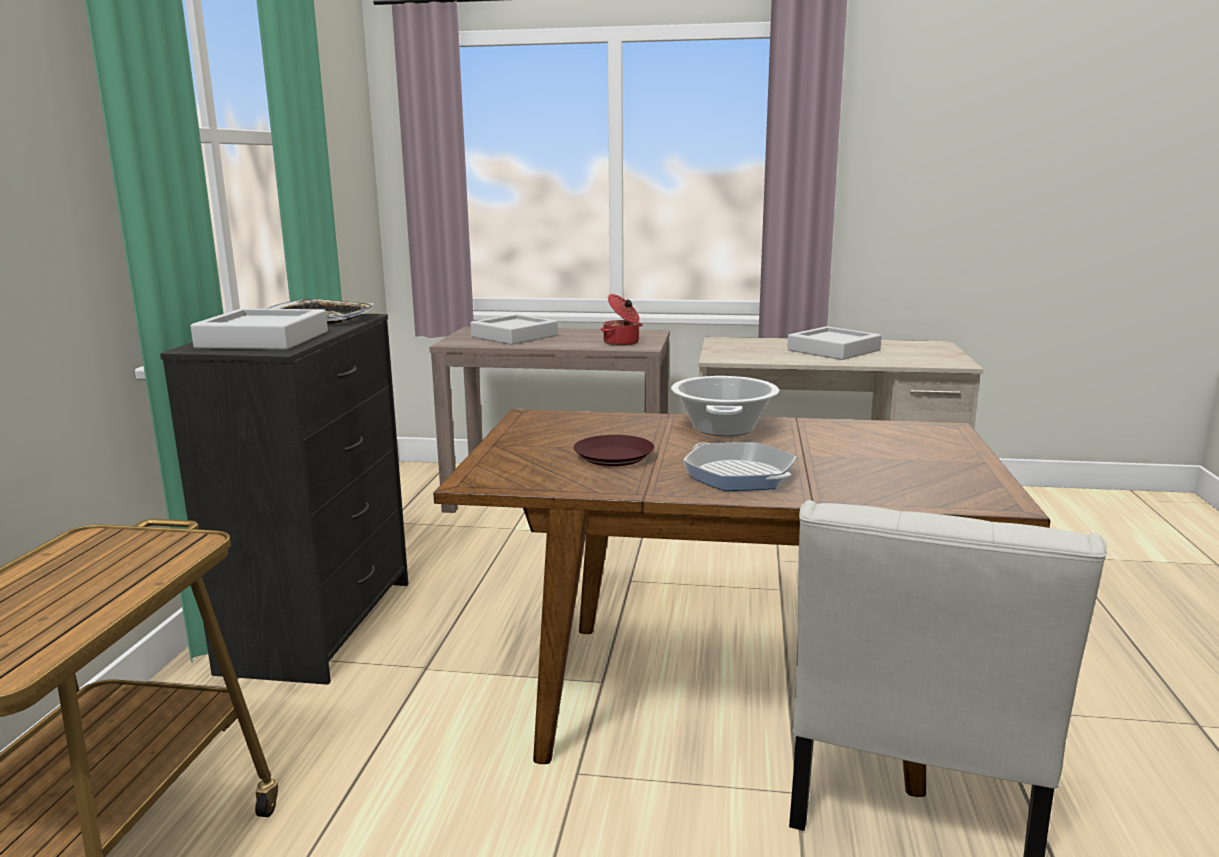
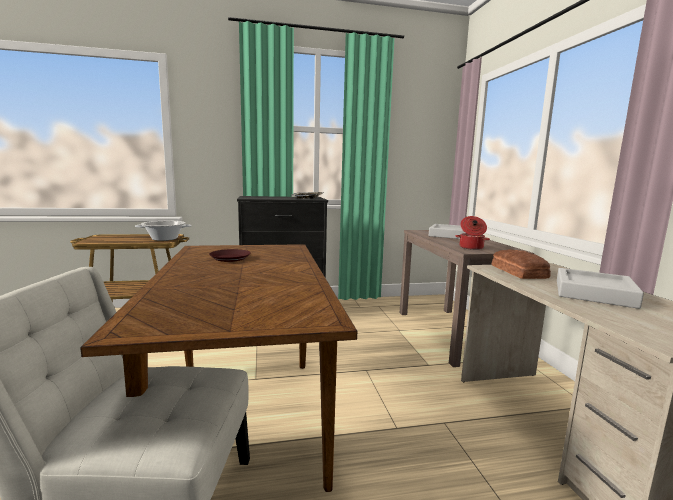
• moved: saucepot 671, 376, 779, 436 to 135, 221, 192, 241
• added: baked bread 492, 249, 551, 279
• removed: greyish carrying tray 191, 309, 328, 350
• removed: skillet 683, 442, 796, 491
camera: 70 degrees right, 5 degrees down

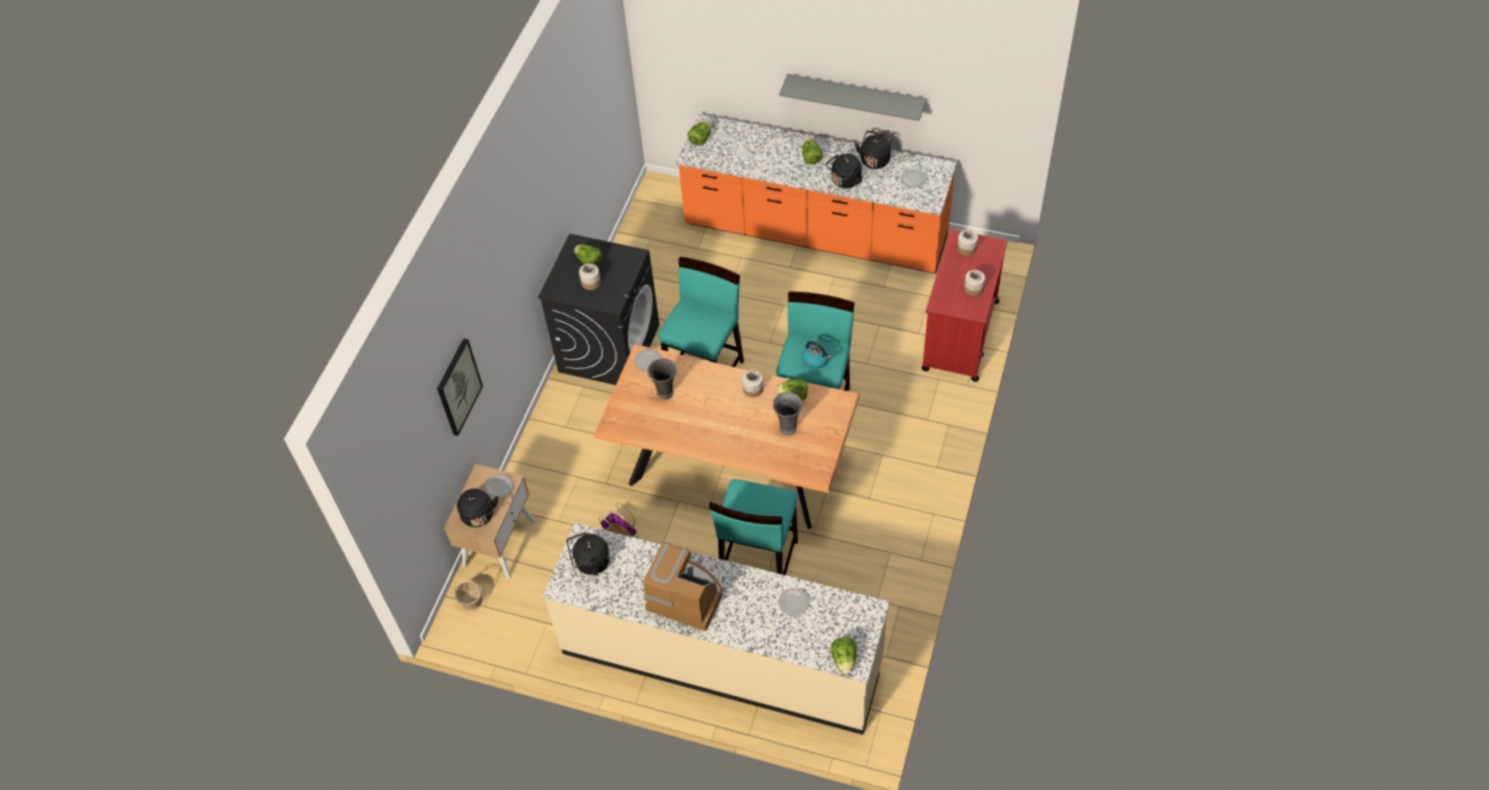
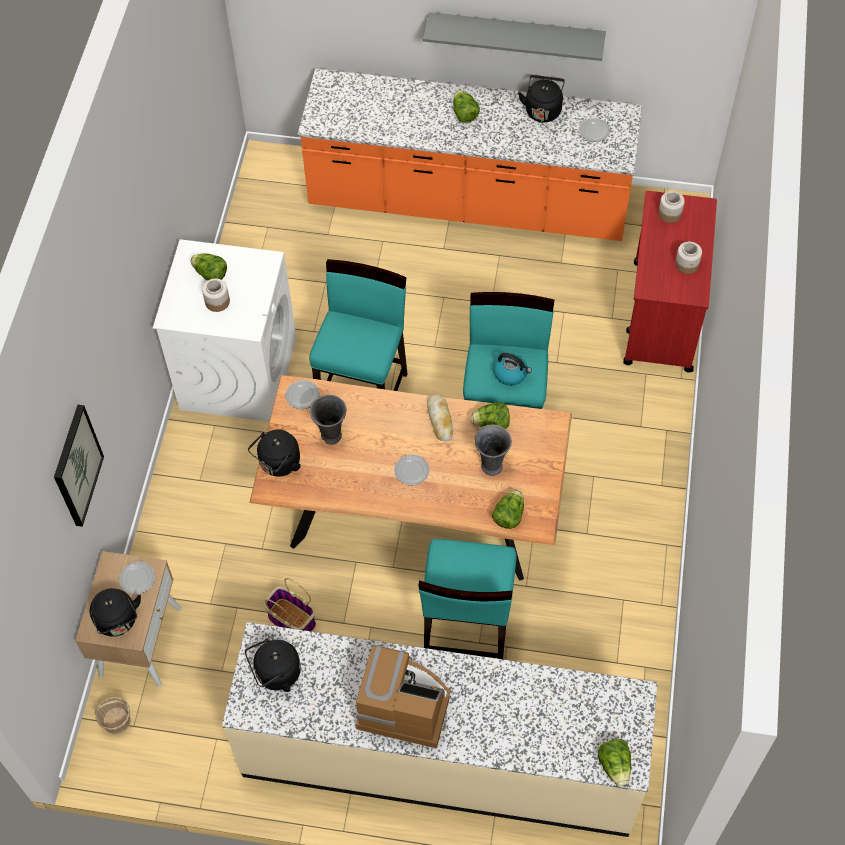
• recoloured: blackish laundry machine 538, 234, 660, 385 to whitish laundry machine 153, 239, 296, 422
• moved: blackish kettle 826, 154, 862, 188 to 248, 429, 301, 477
• moved: dinner plate 778, 588, 810, 616 to 394, 455, 430, 486
• replaced: jar 742, 370, 763, 397 to baked bread 427, 395, 453, 441
• moved: lettuce head 688, 121, 711, 146 to 492, 490, 524, 529
camera: 10 degrees left, 5 degrees up

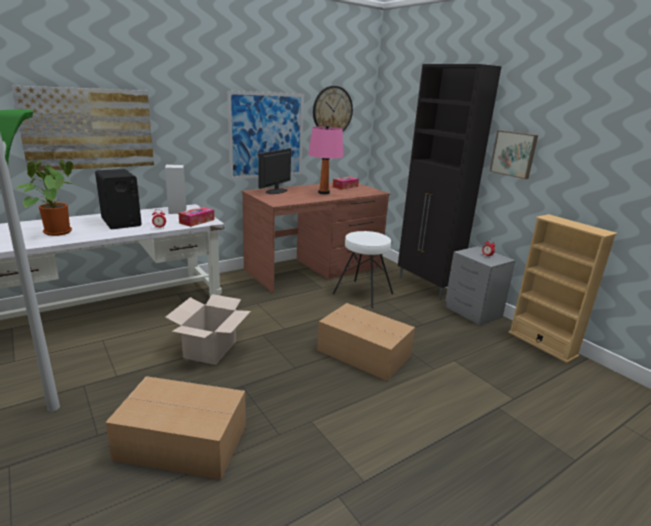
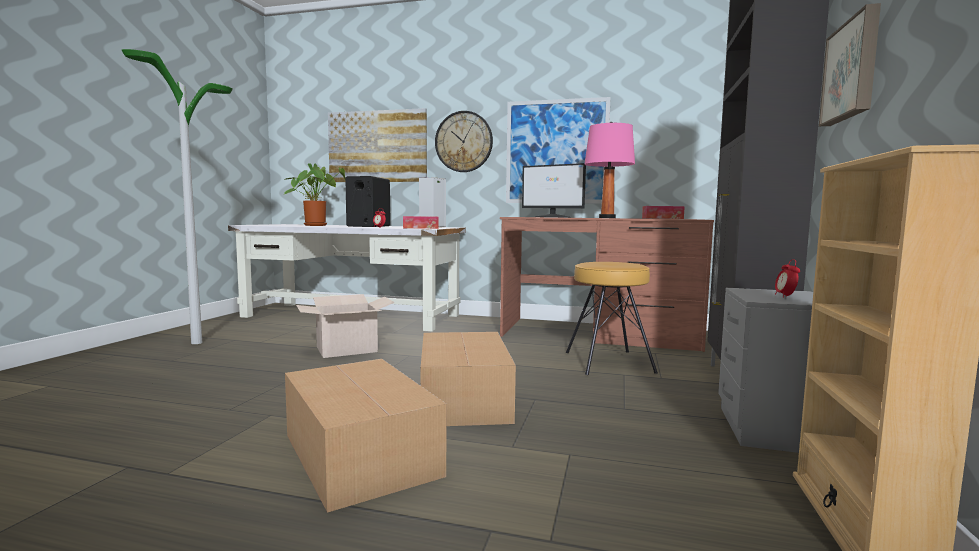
• moved: carton 105, 376, 246, 480 to 285, 359, 446, 513
• moved: wall clock 313, 86, 353, 131 to 435, 111, 493, 172
• turned: computer screen 258, 148, 291, 194 = 522, 163, 586, 218 135 degrees counterclockwise
• recoloured: whitish sitting stool 332, 231, 393, 308 to brownish sitting stool 566, 262, 658, 375
camera: 50 degrees right, 15 degrees down

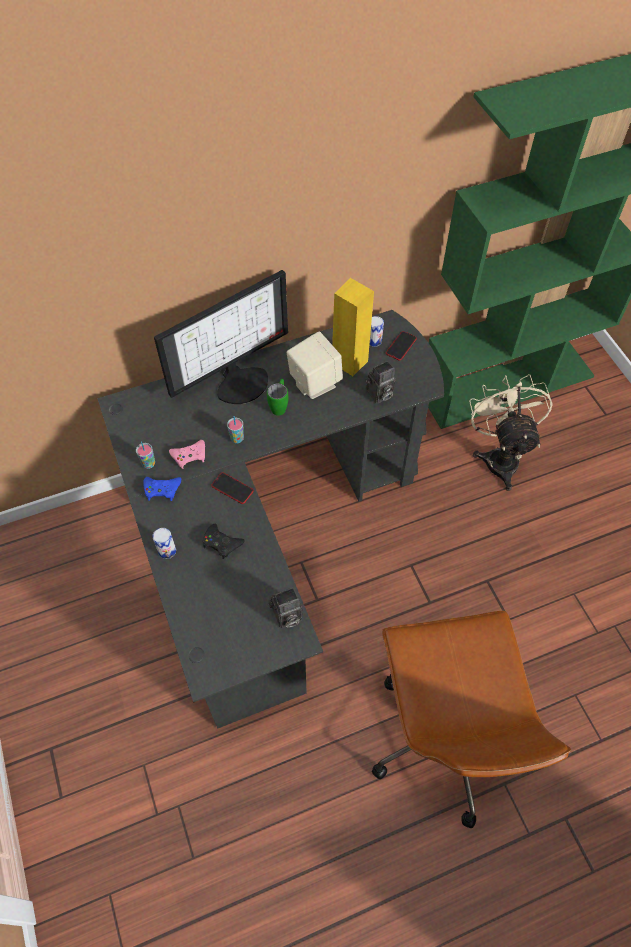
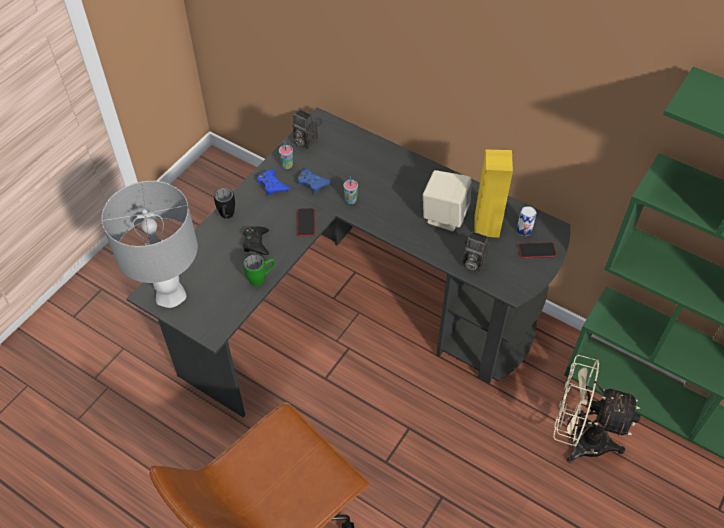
• added: greyish lamp for a table 101, 181, 198, 308
• replaced: sealed can 152, 528, 176, 559 to blackish tea mug 214, 188, 235, 219
• moved: greenish tea mug 267, 379, 288, 416 to 243, 255, 275, 286
• moved: photo camera 268, 588, 303, 628 to 293, 109, 318, 150
• recoloured: pink game controller 169, 440, 205, 469 to blue game controller 298, 169, 332, 194
• turned: beige fan 469, 374, 553, 491 = 553, 355, 641, 464 120 degrees counterclockwise
• removed: computer screen 154, 270, 288, 404
camera: 55 degrees right, 5 degrees down

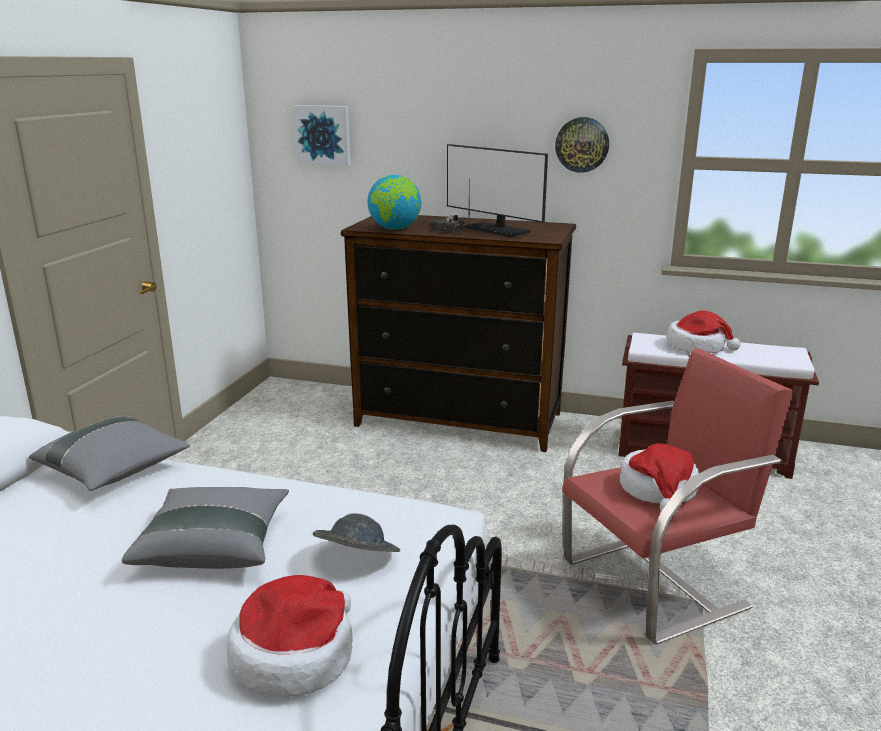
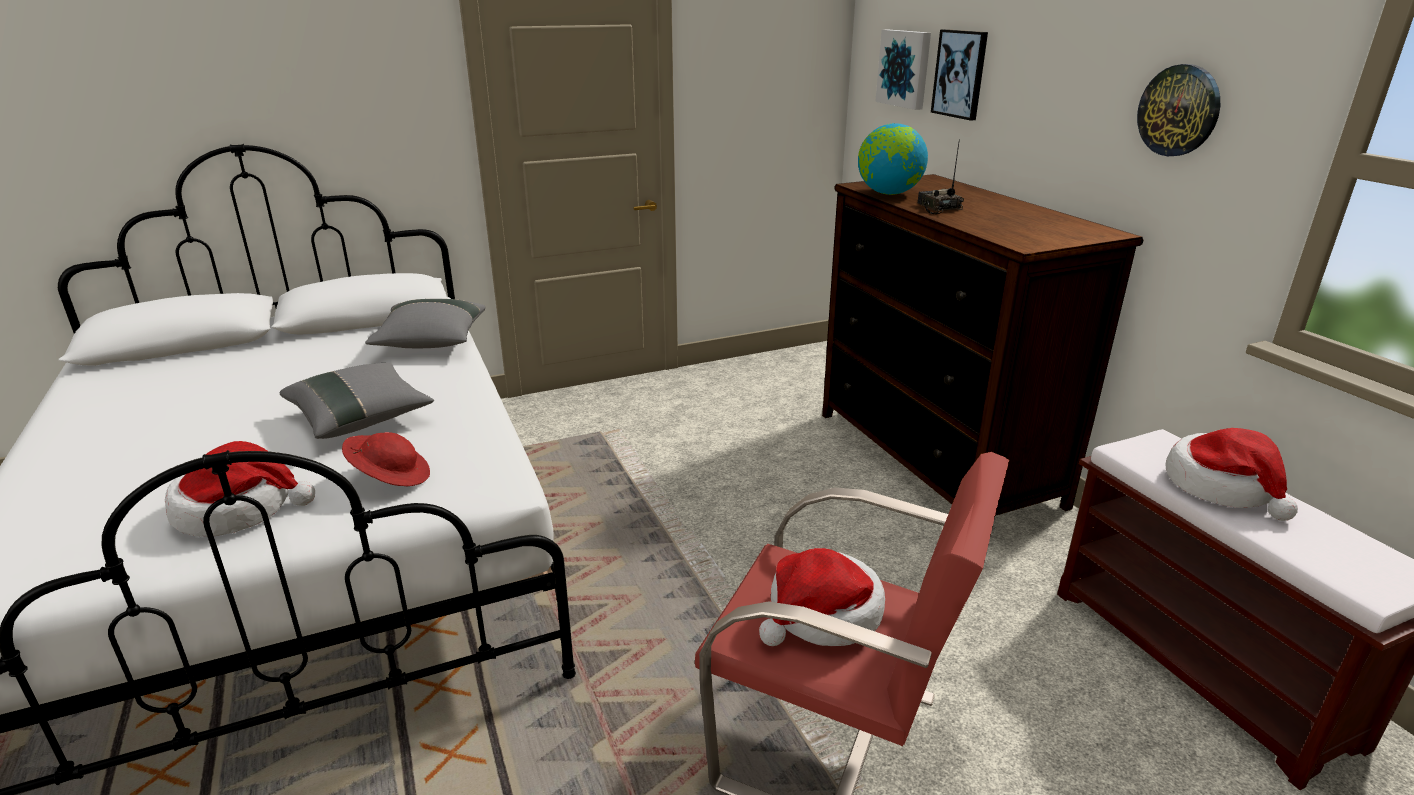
• recoloured: greyish clothing hat 313, 513, 400, 552 to red clothing hat 342, 432, 430, 486
• added: picture 931, 29, 988, 121
• removed: computer screen 447, 144, 548, 237
camera: 50 degrees right, 5 degrees up

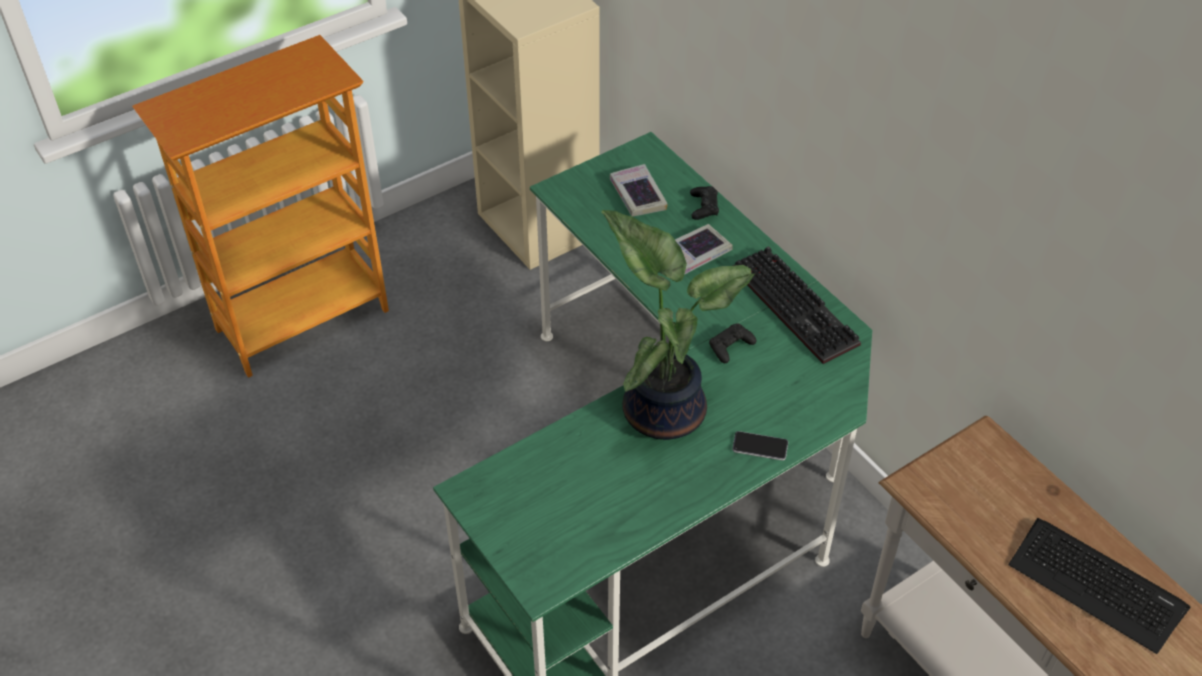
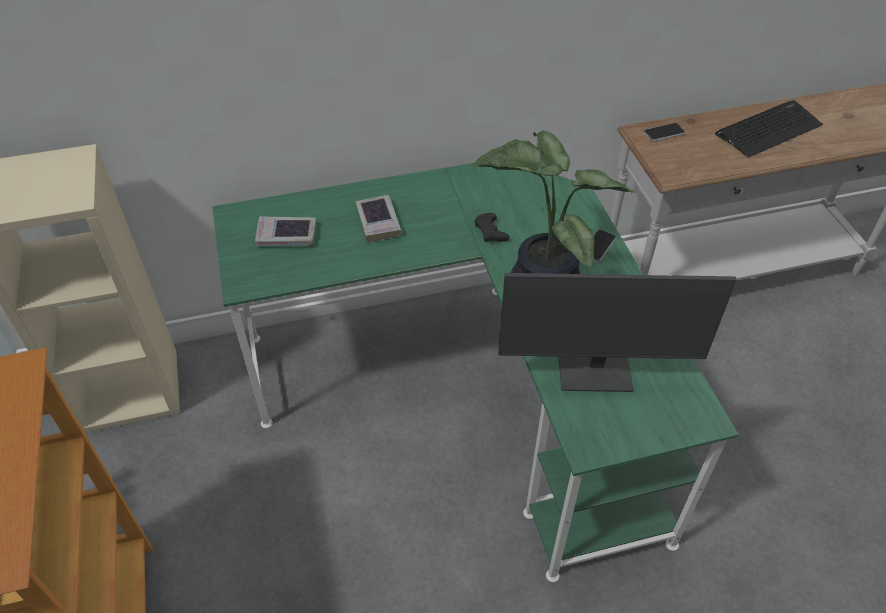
• added: computer screen 498, 273, 737, 392
• added: phone 644, 123, 685, 141
• removed: blackish game controller 690, 186, 719, 220
• removed: keyboard 732, 246, 861, 364
camera: 70 degrees left, 0 degrees up

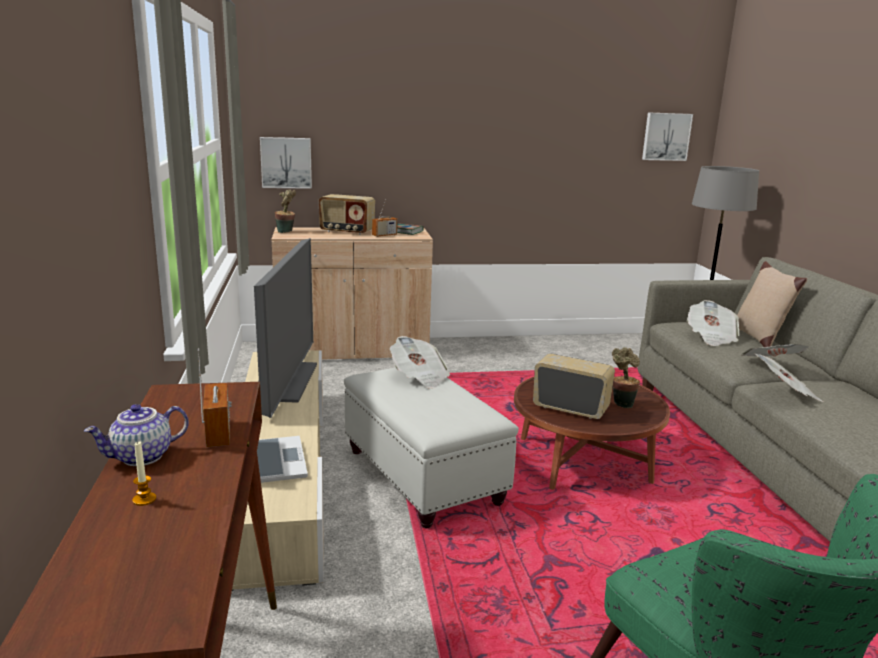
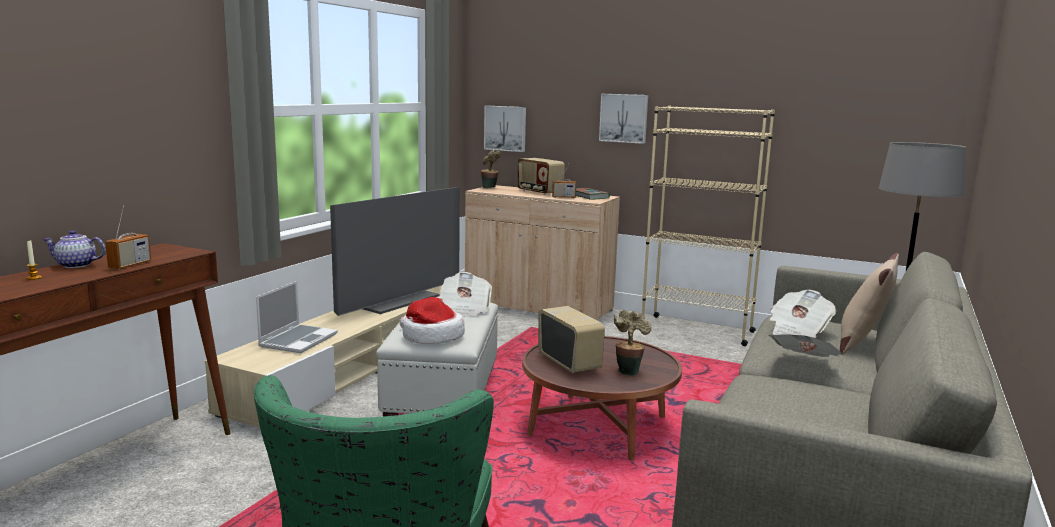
• added: clothing hat 400, 297, 465, 344
• moved: picture 642, 112, 693, 161 to 599, 94, 648, 144
• added: beige bookcase 642, 106, 775, 346
• removed: daily paper 755, 354, 824, 402
camera: 35 degrees right, 5 degrees down

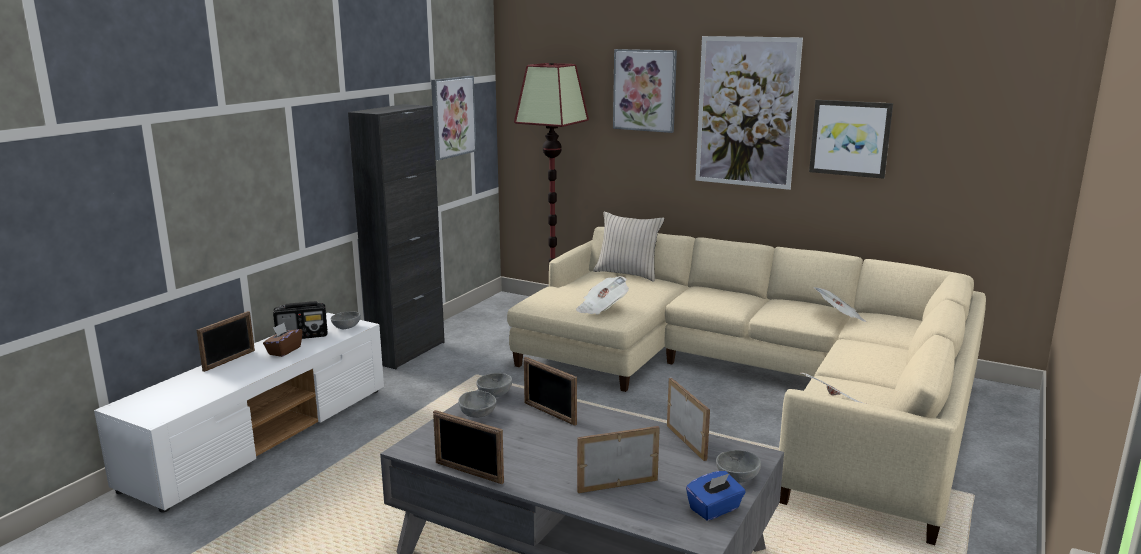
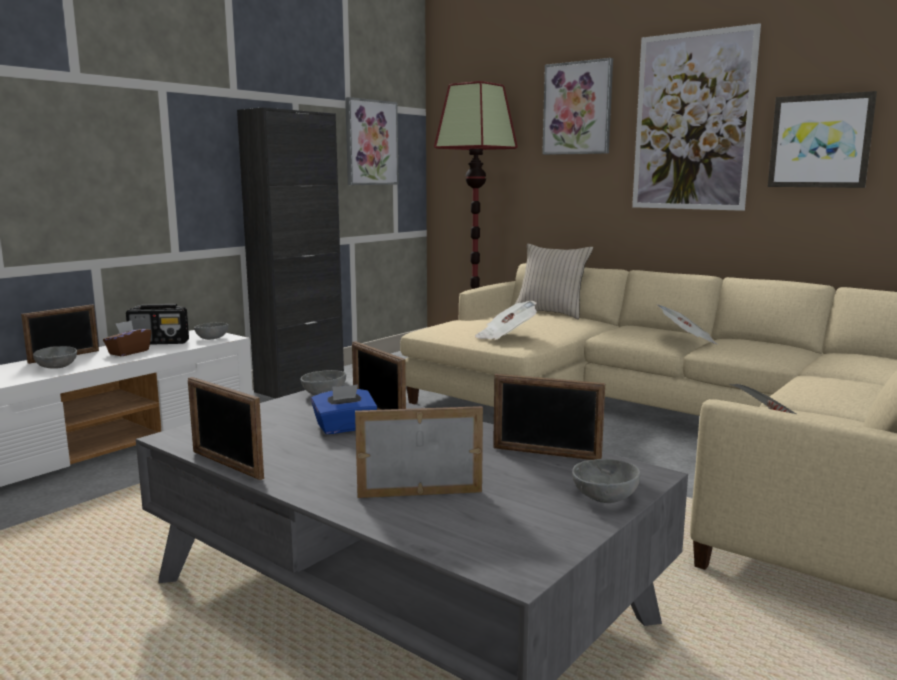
• moved: greyish serving bowl 458, 391, 497, 418 to 33, 346, 77, 369
• moved: blue tissue holder 686, 471, 746, 521 to 311, 385, 377, 434
• turned: picture frame 667, 378, 710, 461 = 493, 374, 605, 460 120 degrees clockwise
• moved: daily paper 813, 287, 866, 322 to 656, 304, 718, 345
camera: 10 degrees right, 5 degrees down

